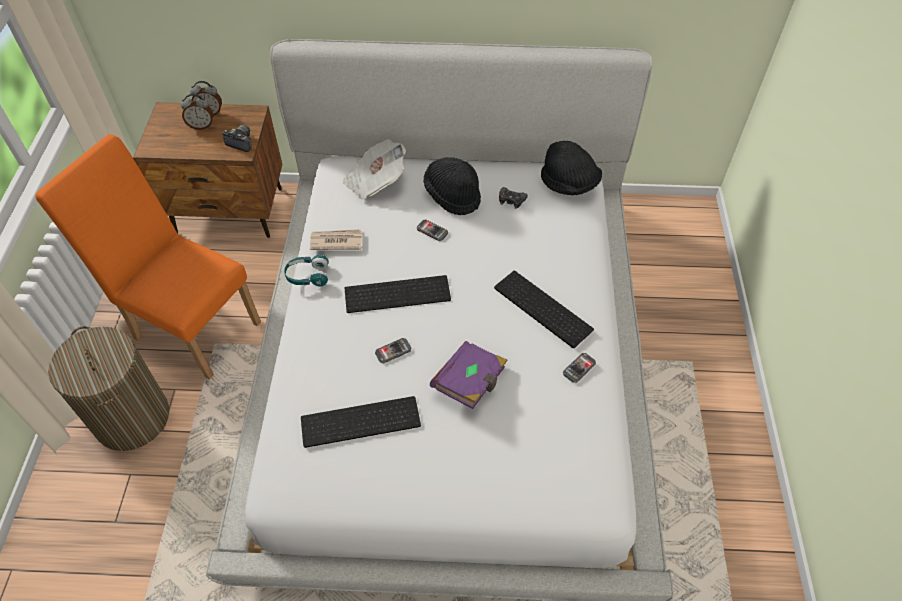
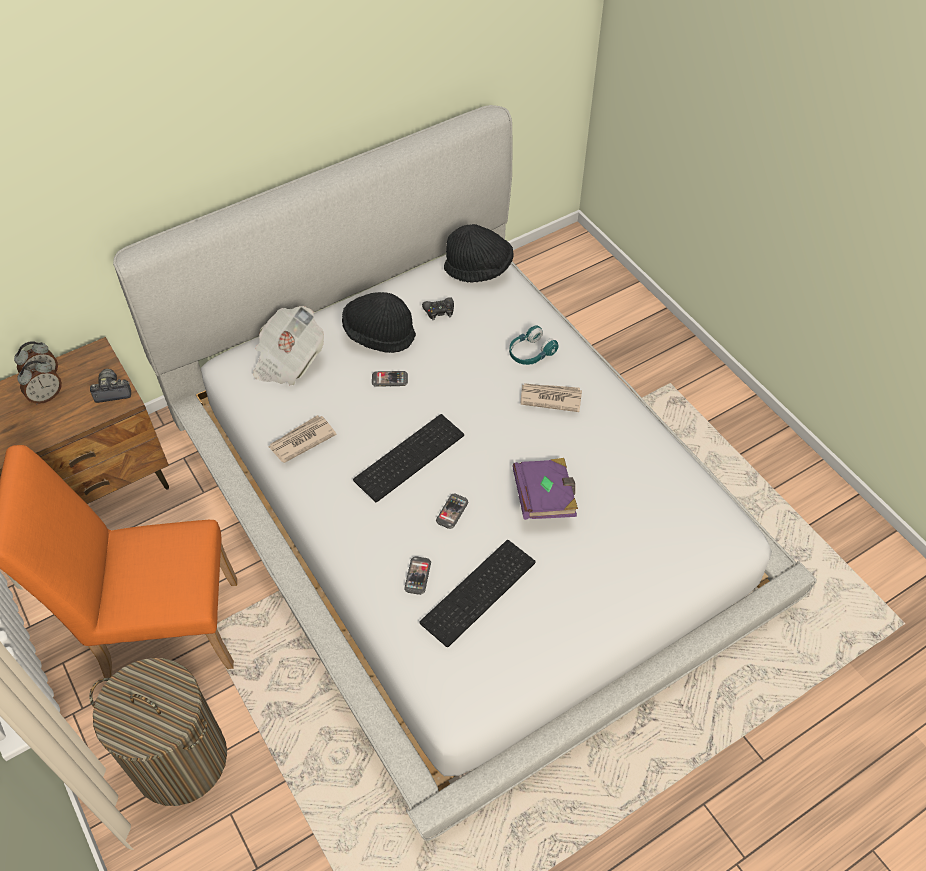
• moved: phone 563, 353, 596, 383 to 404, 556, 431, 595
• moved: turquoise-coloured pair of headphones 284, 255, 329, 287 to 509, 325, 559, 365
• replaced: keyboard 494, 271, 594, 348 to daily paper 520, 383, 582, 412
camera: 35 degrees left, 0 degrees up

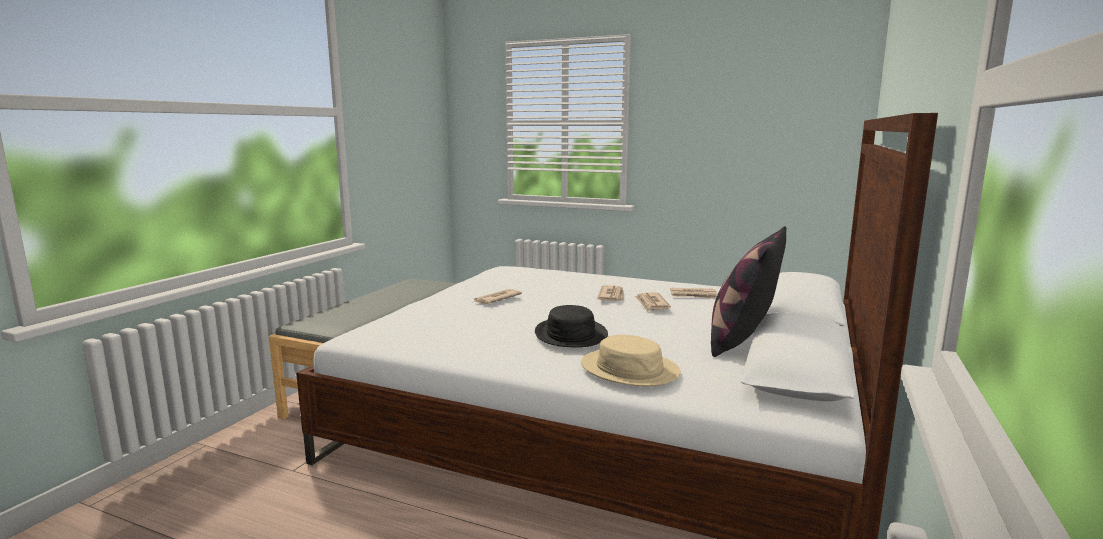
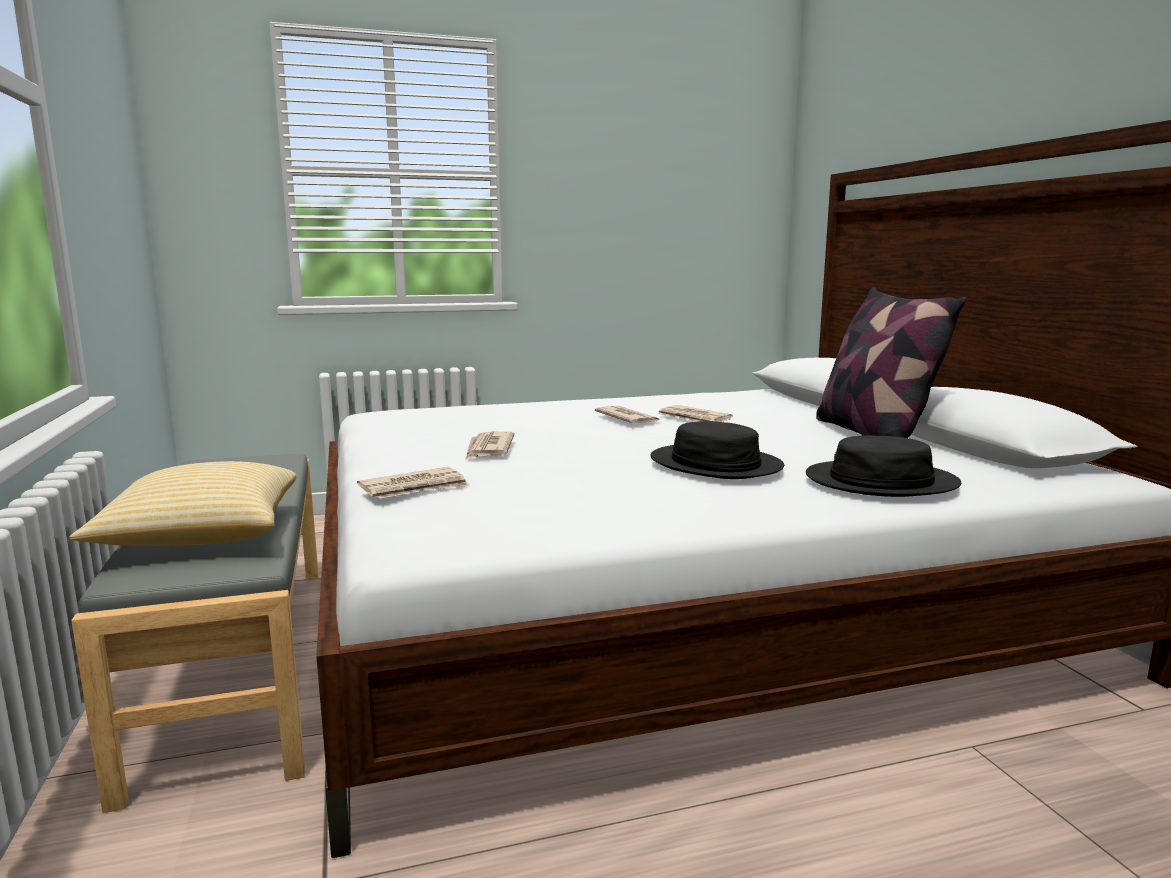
• added: cushion 69, 461, 297, 546
• moved: daily paper 670, 288, 718, 299 to 357, 467, 470, 499
• recoloured: beige clothing hat 581, 335, 681, 387 to blackish clothing hat 806, 435, 961, 497
camera: 40 degrees left, 0 degrees up

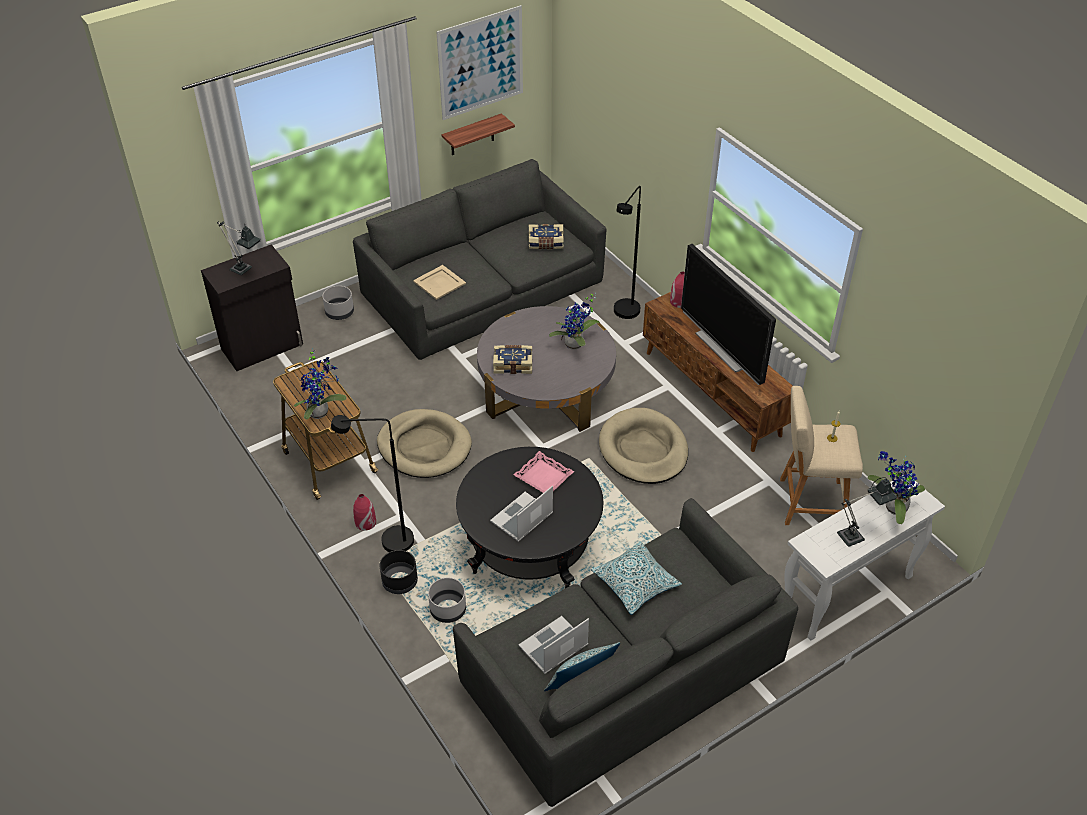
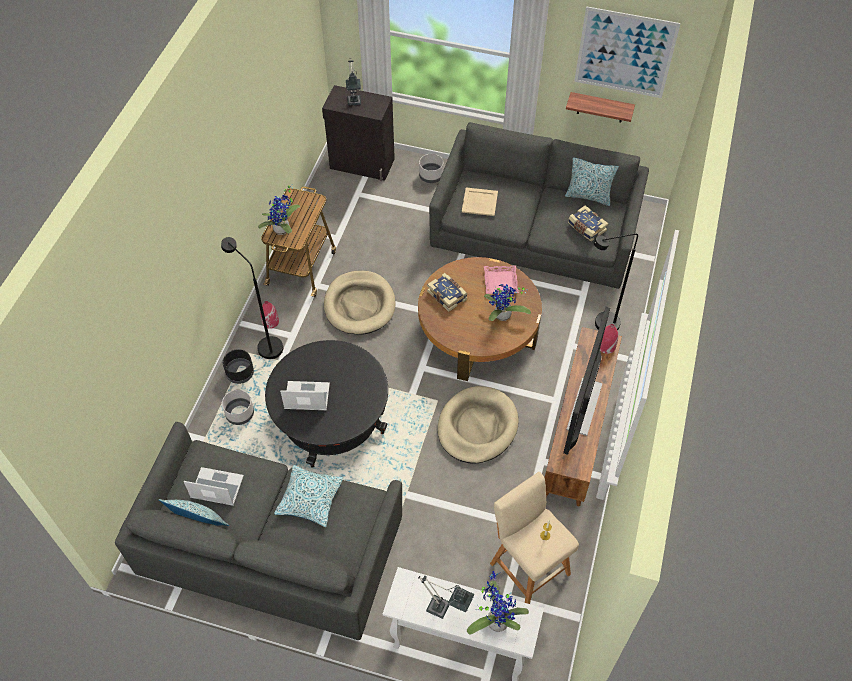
• recoloured: greyish coffee table 477, 306, 616, 432 to brownish coffee table 418, 257, 542, 381
• moved: pink carrying tray 514, 451, 574, 493 to 484, 265, 519, 294
• added: cushion 565, 158, 619, 206
camera: 50 degrees right, 10 degrees up

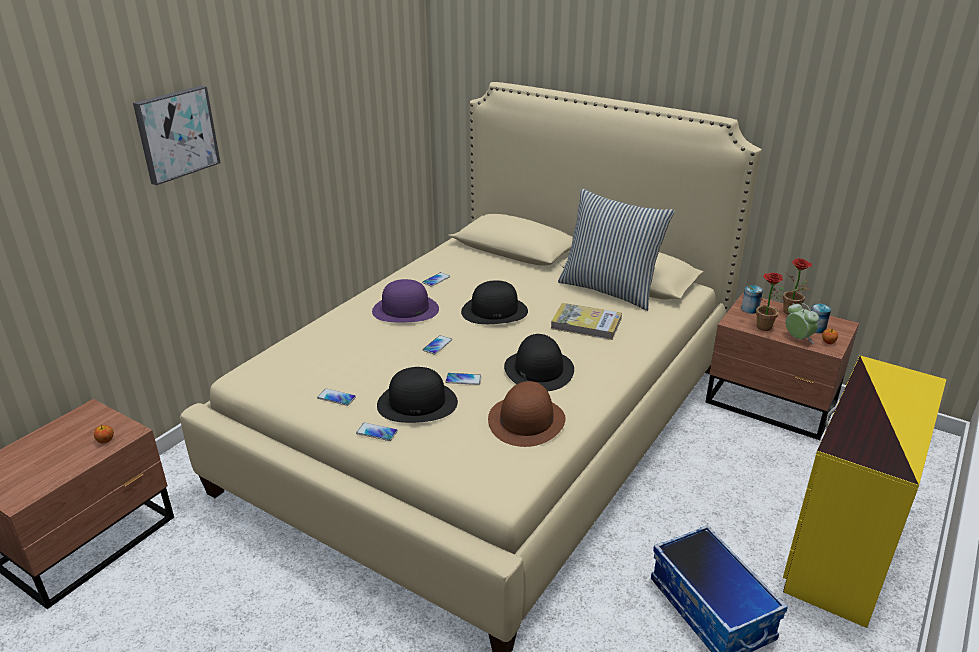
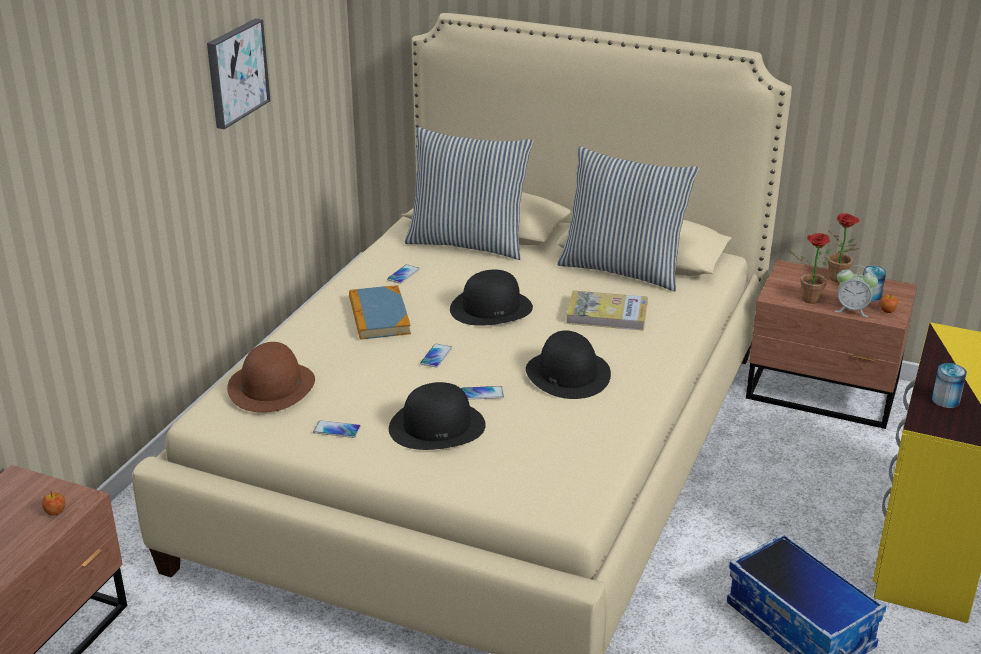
• moved: picture 133, 85, 220, 185 to 207, 18, 270, 129
• moved: brownish clothing hat 488, 381, 566, 447 to 227, 342, 315, 413
• replaced: purplish clothing hat 372, 279, 439, 322 to volume 349, 285, 411, 340
• added: cushion 405, 127, 534, 260
• turned: bedside clock 785, 303, 819, 343 = 834, 265, 878, 317 150 degrees clockwise
• moved: sealed can 741, 285, 763, 314 to 932, 363, 967, 408
• removed: phone 356, 423, 398, 441
camera: 10 degrees left, 0 degrees up

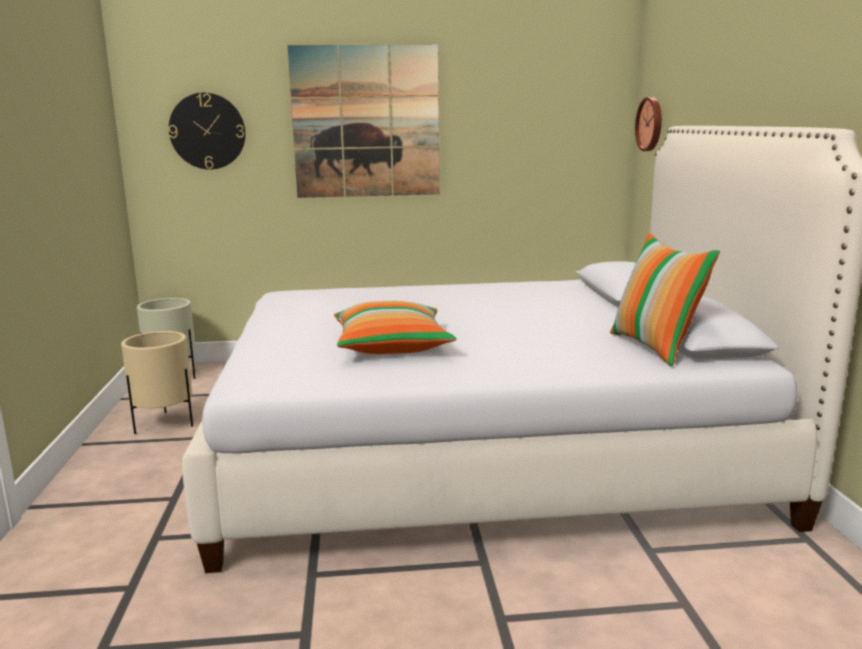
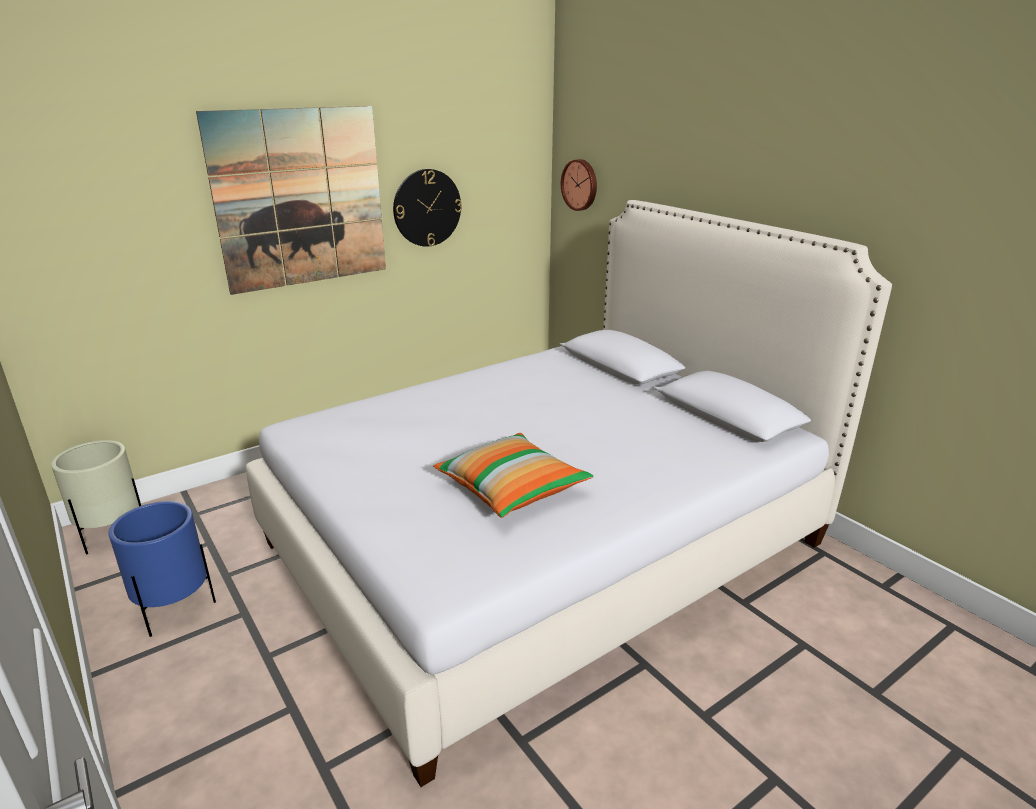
• recoloured: beige planter 121, 331, 193, 434 to blue planter 109, 501, 216, 637
• moved: wall clock 169, 93, 246, 170 to 393, 169, 462, 247
• removed: cushion 610, 233, 720, 366
camera: 30 degrees left, 10 degrees up

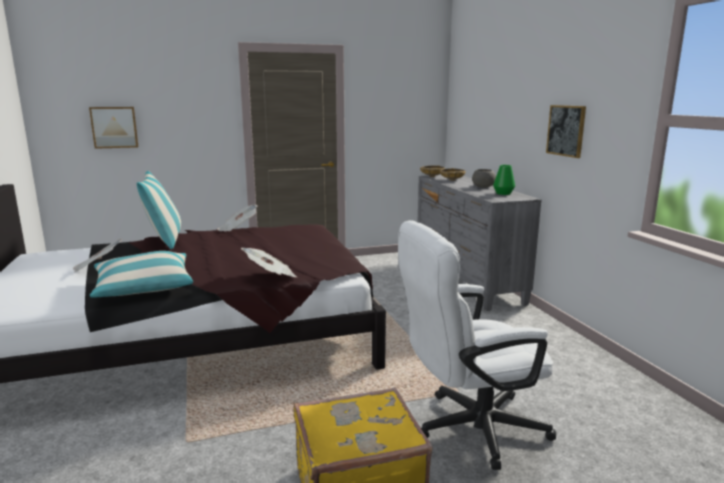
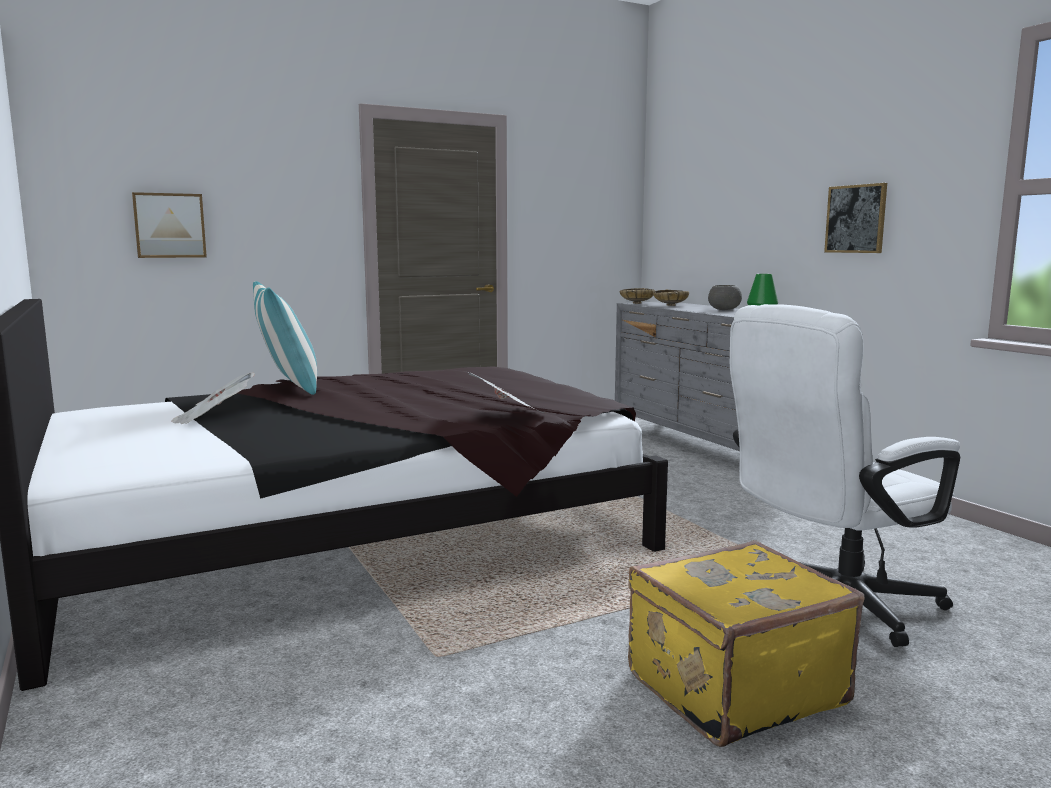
• removed: cushion 90, 251, 193, 298
• removed: daily paper 217, 204, 258, 232
camera: 10 degrees left, 5 degrees down

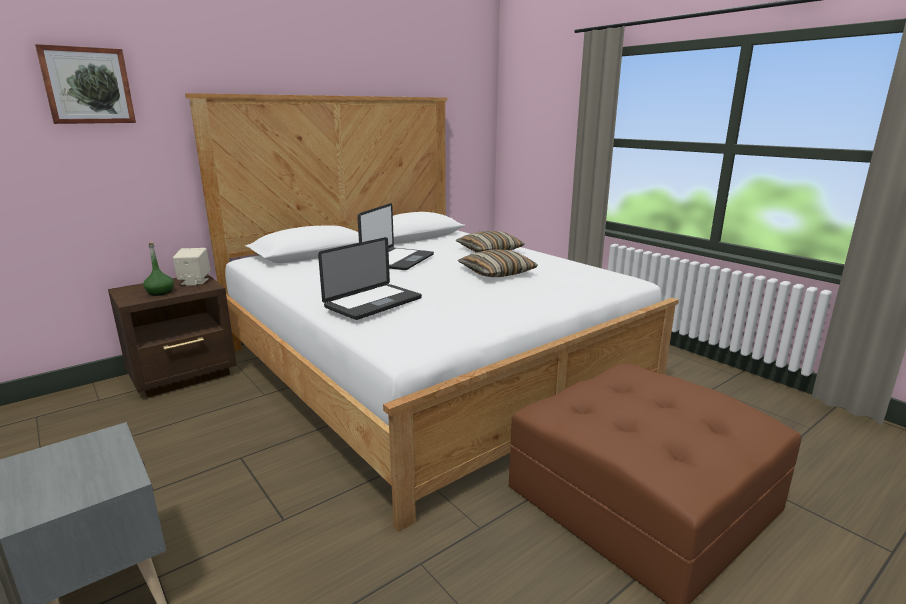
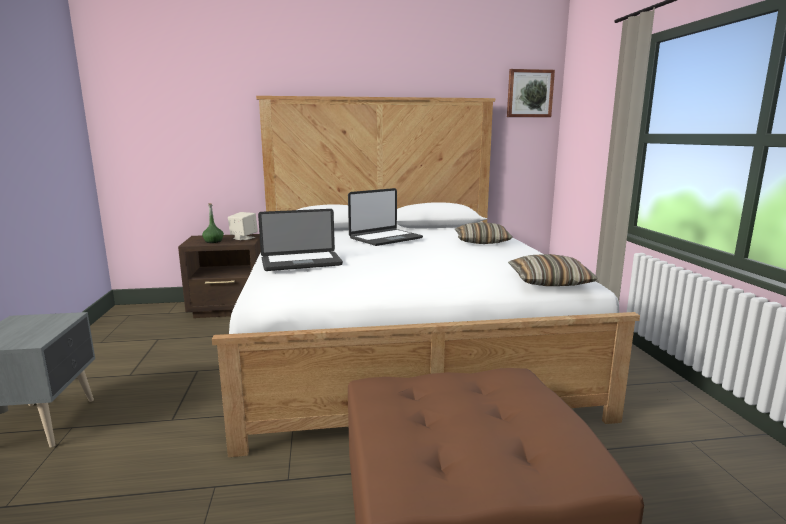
• moved: picture 35, 44, 136, 124 to 507, 69, 555, 117
• moved: cushion 458, 249, 538, 277 to 508, 254, 598, 286
camera: 30 degrees right, 5 degrees down

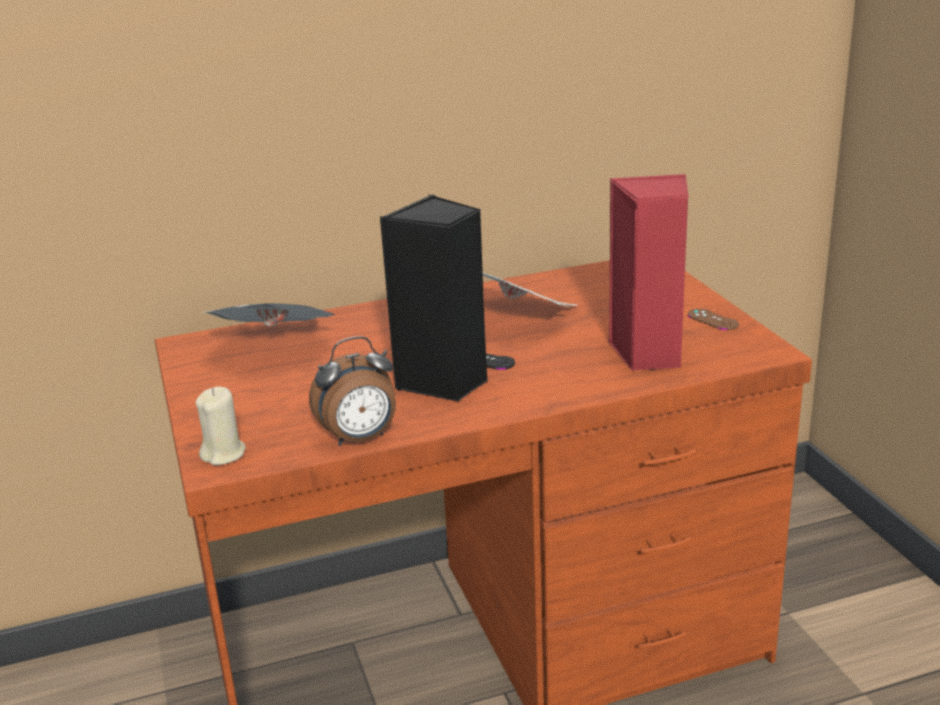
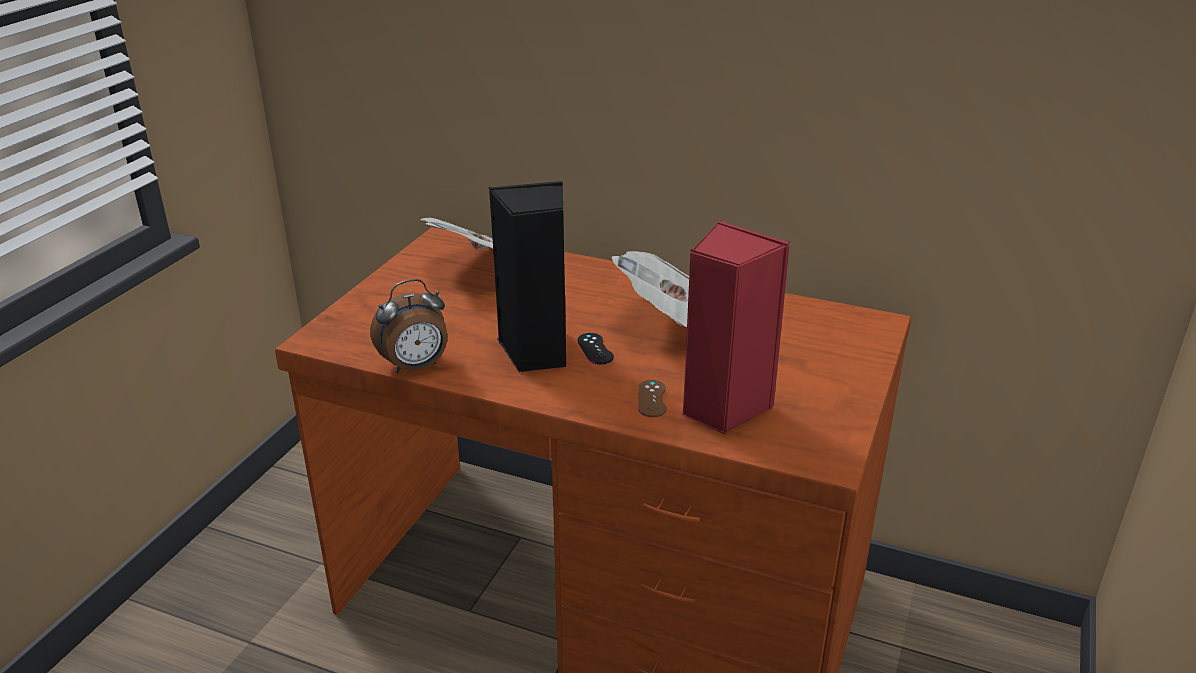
• turned: bedside clock 309, 336, 396, 446 = 370, 279, 448, 374 45 degrees counterclockwise
• moved: brownish game controller 688, 308, 739, 330 to 638, 380, 666, 417
• removed: beige wax candle 196, 386, 246, 465
camera: 40 degrees right, 5 degrees up

